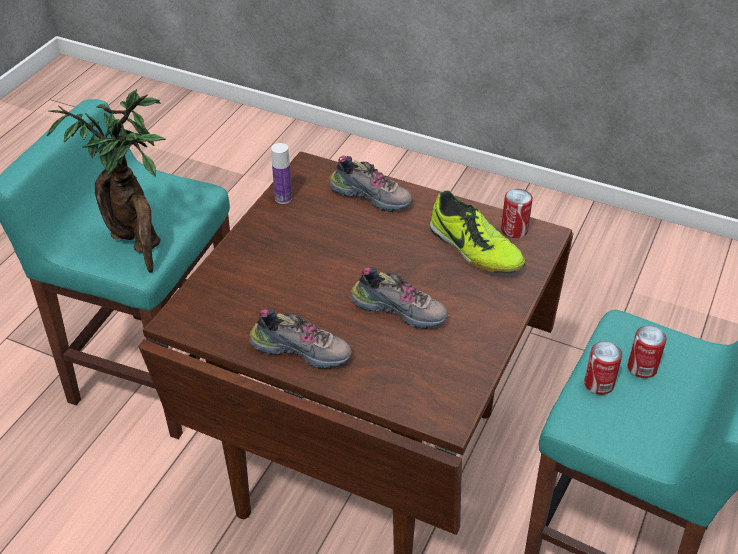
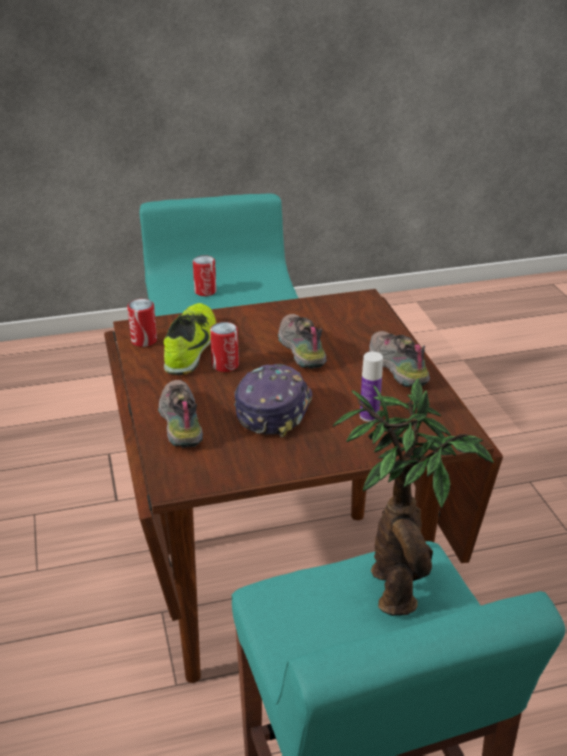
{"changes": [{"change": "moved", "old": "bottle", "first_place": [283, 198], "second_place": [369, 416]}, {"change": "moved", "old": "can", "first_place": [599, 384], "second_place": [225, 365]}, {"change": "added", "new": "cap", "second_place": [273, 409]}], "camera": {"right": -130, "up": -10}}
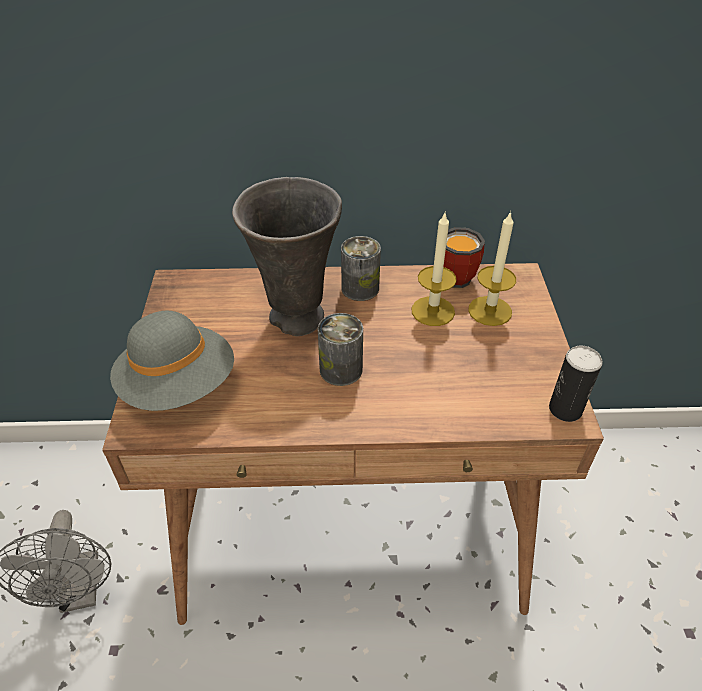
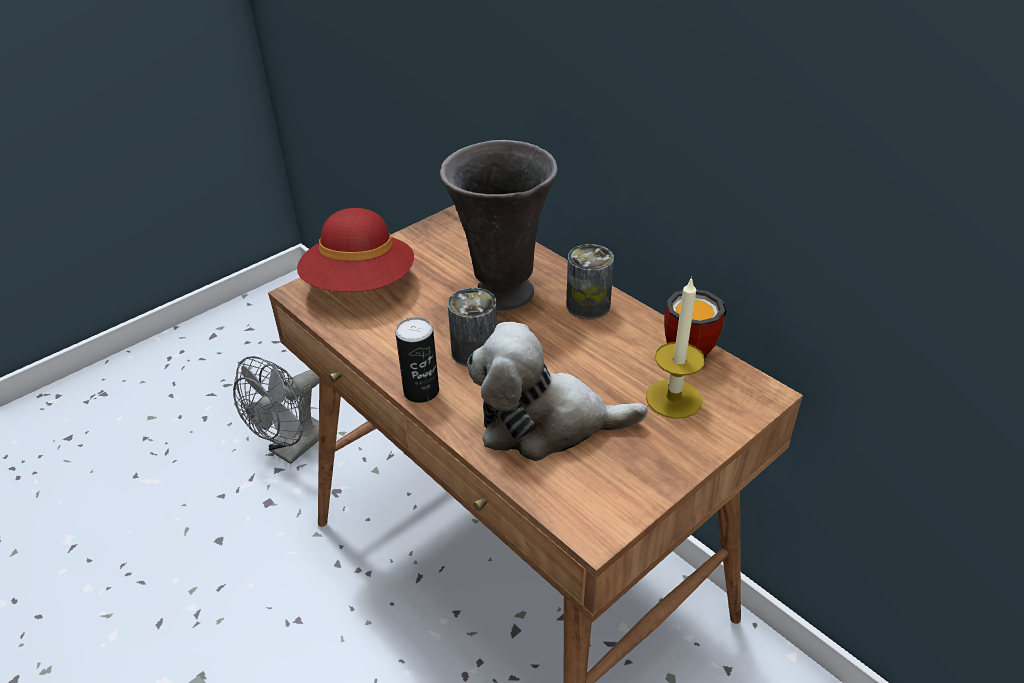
{"changes": [{"change": "recoloured", "old": "grey hat", "new": "red hat", "first_place": [179, 385], "second_place": [360, 285]}, {"change": "removed", "old": "candle", "first_place": [433, 311]}, {"change": "moved", "old": "can", "first_place": [565, 409], "second_place": [421, 391]}, {"change": "added", "new": "plush toy", "second_place": [545, 423]}], "camera": {"right": 50, "up": -5}}
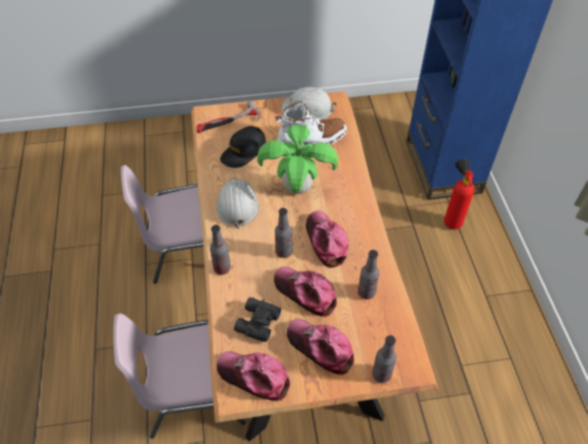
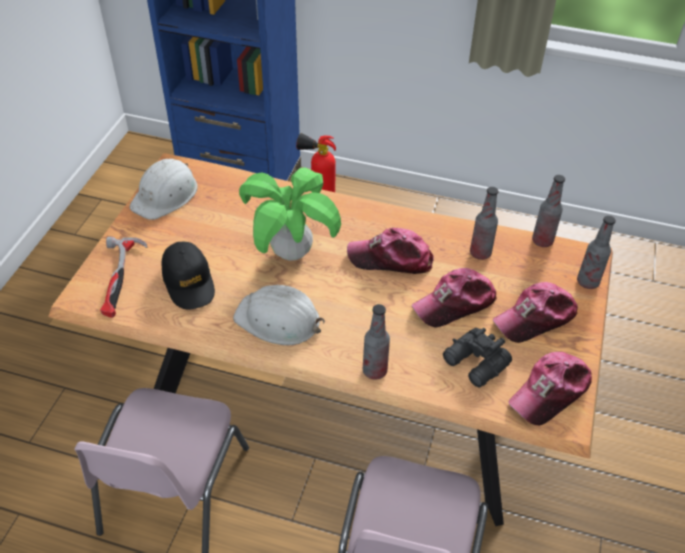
{"changes": [{"change": "removed", "old": "white boot", "first_place": [312, 139]}, {"change": "moved", "old": "bottle", "first_place": [284, 252], "second_place": [542, 241]}], "camera": {"right": -65, "up": -5}}
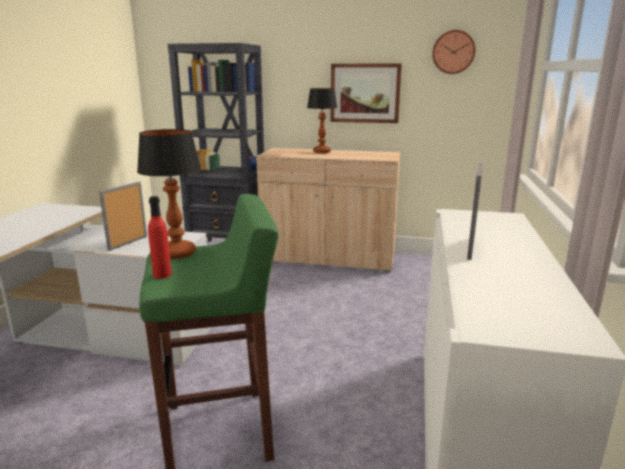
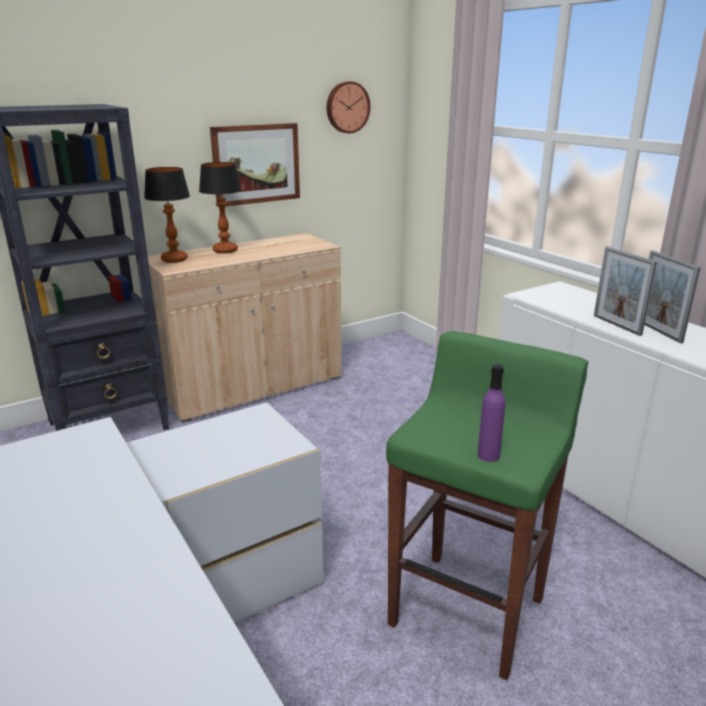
{"changes": [{"change": "moved", "old": "picture frame", "first_place": [128, 243], "second_place": [658, 331]}, {"change": "moved", "old": "table lamp", "first_place": [177, 253], "second_place": [174, 260]}, {"change": "recoloured", "old": "red bottle", "new": "purple bottle", "first_place": [162, 274], "second_place": [488, 455]}], "camera": {"right": -45, "up": 5}}
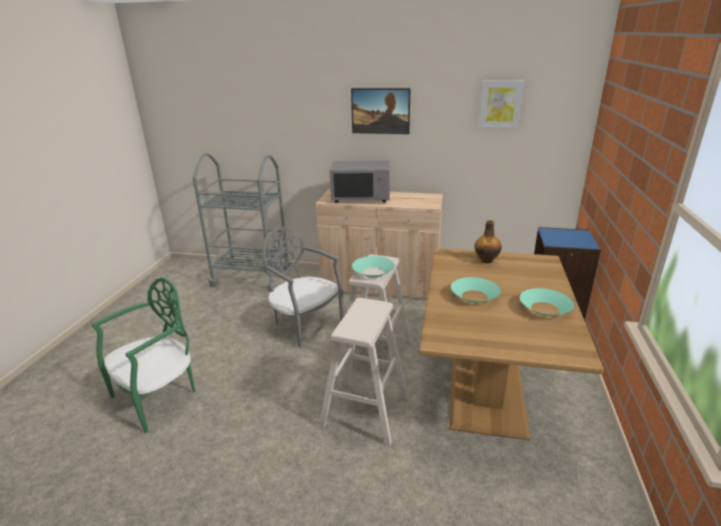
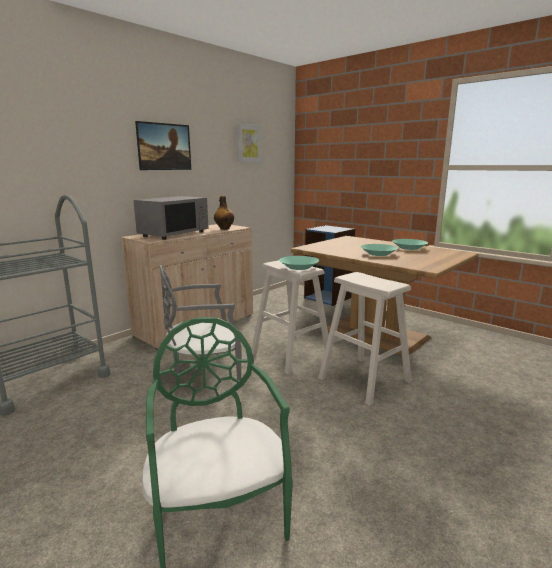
{"changes": [{"change": "moved", "old": "bottle", "first_place": [486, 260], "second_place": [224, 229]}], "camera": {"right": -60, "up": -10}}
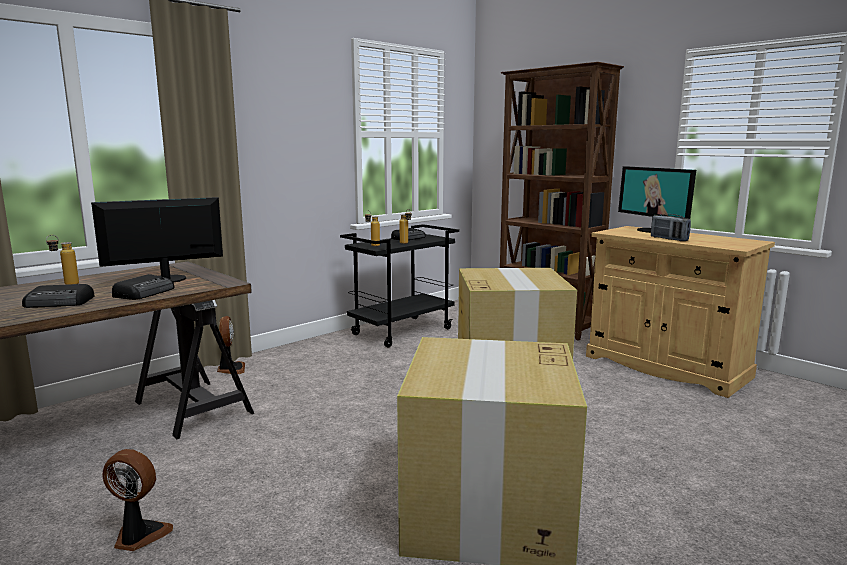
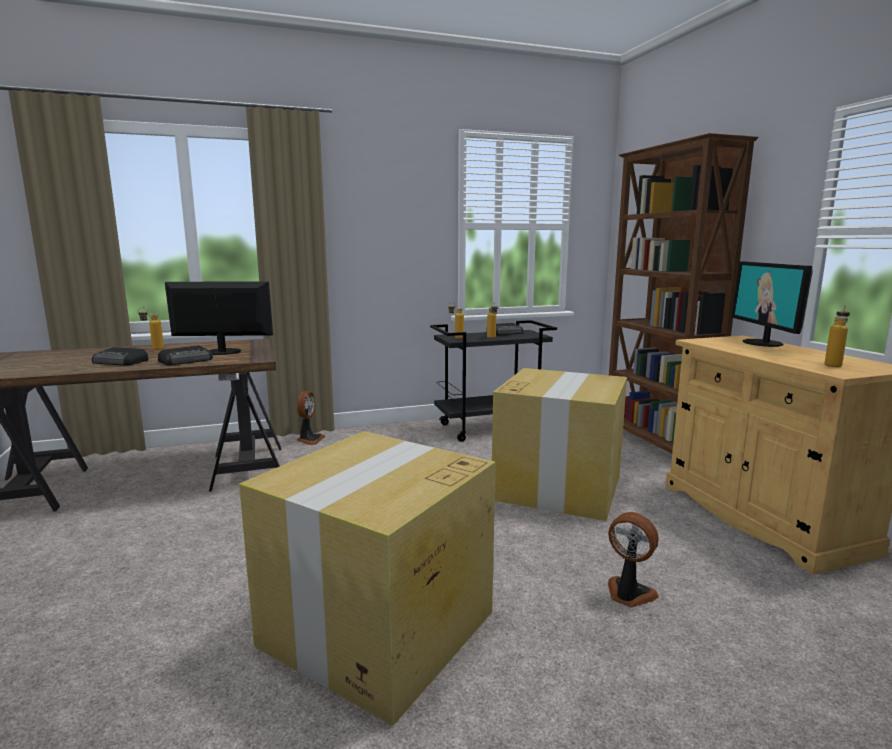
{"changes": [{"change": "moved", "old": "fan", "first_place": [139, 536], "second_place": [628, 594]}, {"change": "removed", "old": "radio", "first_place": [669, 239]}, {"change": "added", "new": "bottle", "second_place": [833, 364]}], "camera": {"right": 25, "up": 0}}
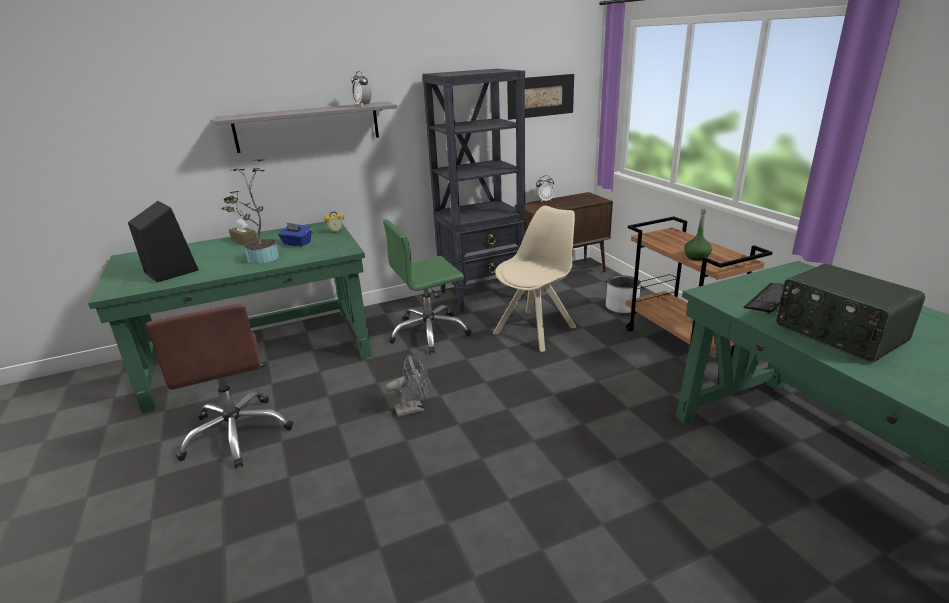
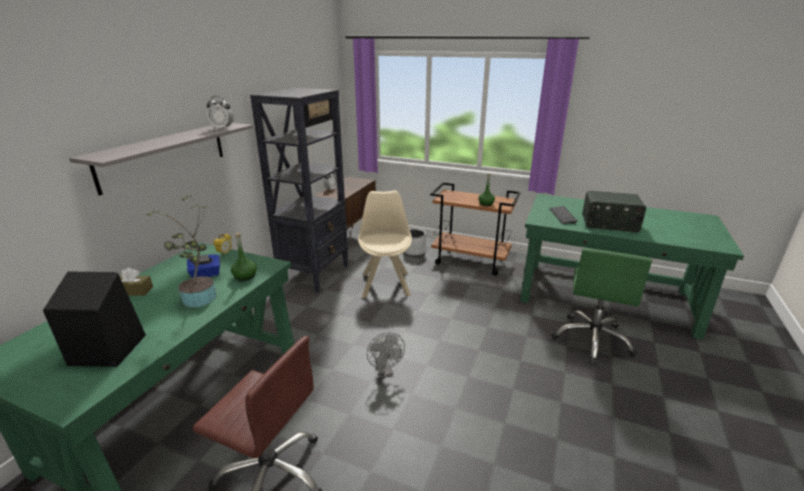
{"changes": [{"change": "moved", "old": "green office chair", "first_place": [429, 333], "second_place": [592, 340]}, {"change": "turned", "old": "grey fan", "first_place": [414, 408], "second_place": [385, 371], "degrees": 135}, {"change": "added", "new": "green bottle", "second_place": [245, 276]}], "camera": {"right": -45, "up": 0}}
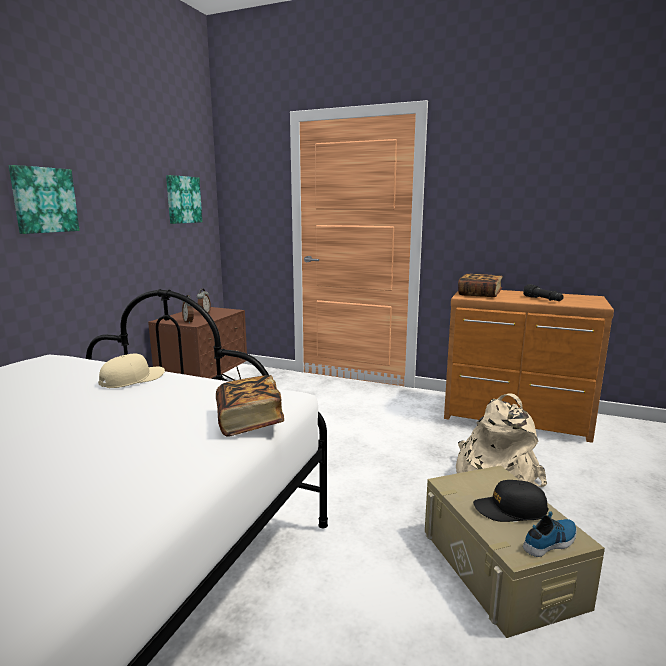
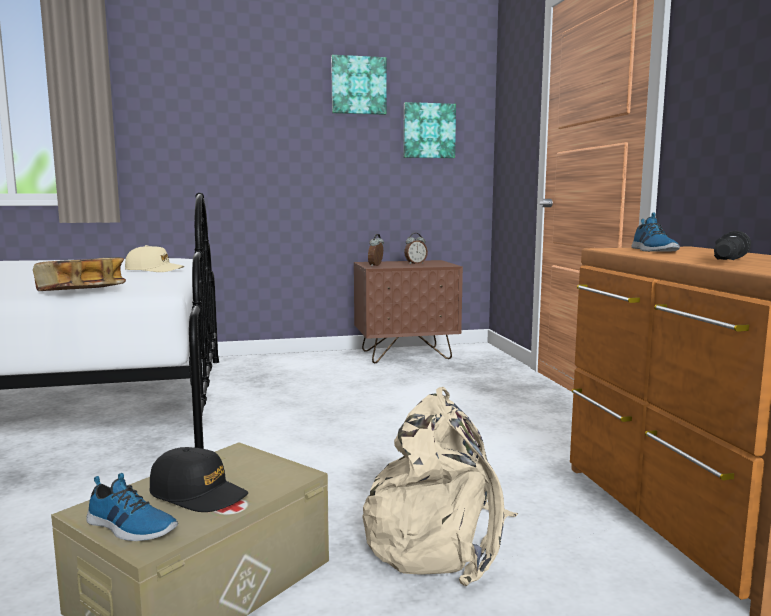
{"changes": [{"change": "moved", "old": "picture", "first_place": [44, 200], "second_place": [358, 85]}, {"change": "replaced", "old": "book", "new": "shoe", "first_place": [479, 294], "second_place": [652, 250]}, {"change": "turned", "old": "black cap", "first_place": [510, 510], "second_place": [198, 494], "degrees": 150}], "camera": {"right": 55, "up": -5}}
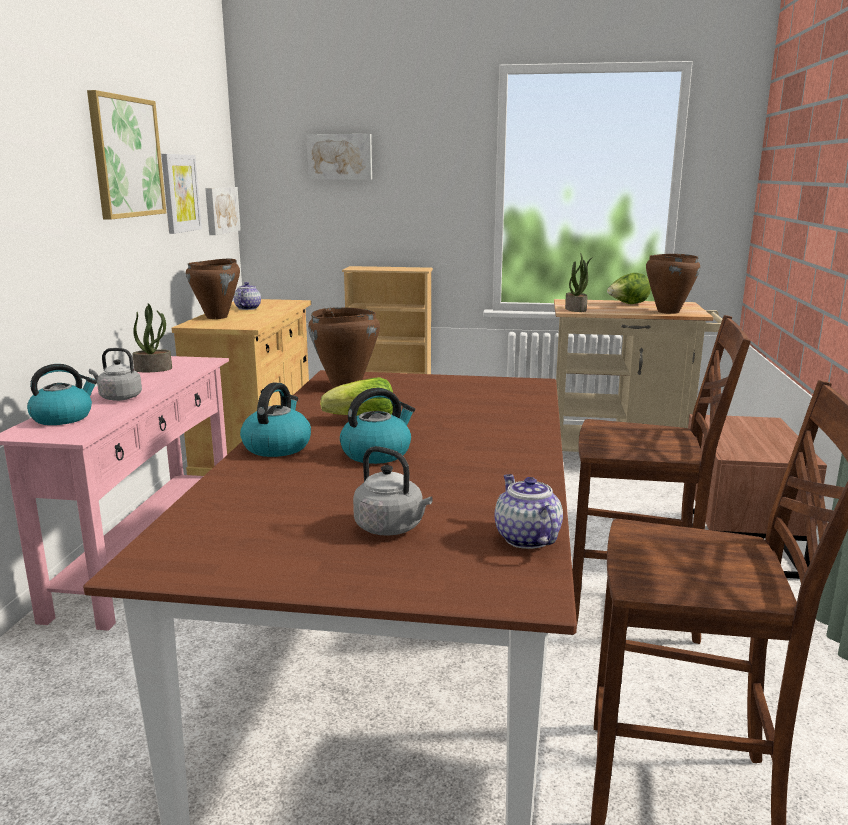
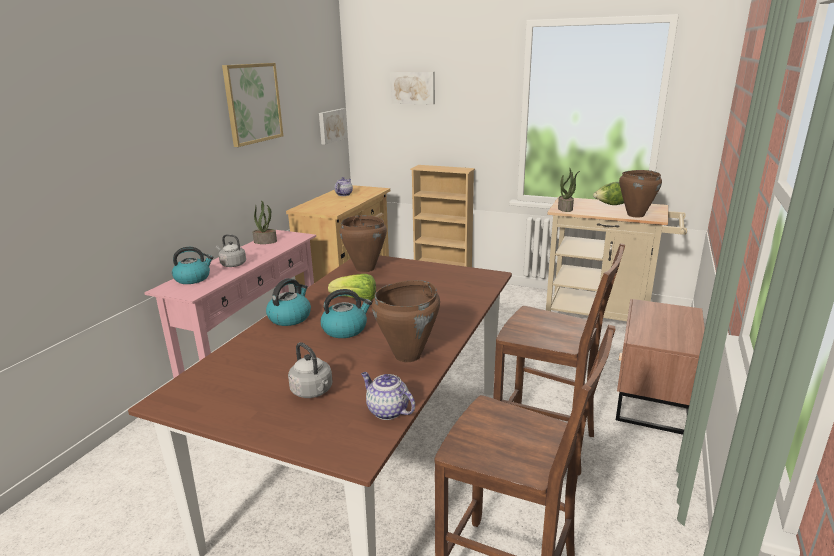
{"changes": [{"change": "removed", "old": "picture", "first_place": [180, 193]}, {"change": "moved", "old": "brown cooking pot", "first_place": [217, 317], "second_place": [408, 355]}, {"change": "turned", "old": "teapot", "first_place": [525, 538], "second_place": [387, 411], "degrees": -45}], "camera": {"right": 15, "up": 5}}
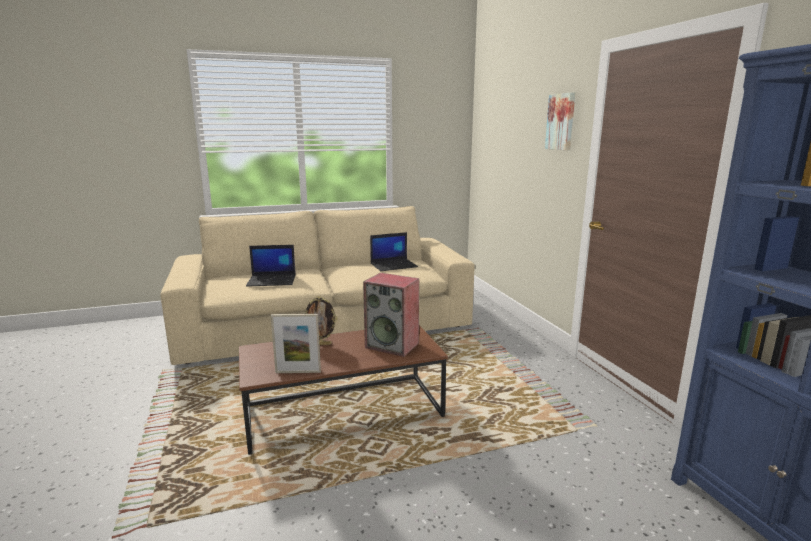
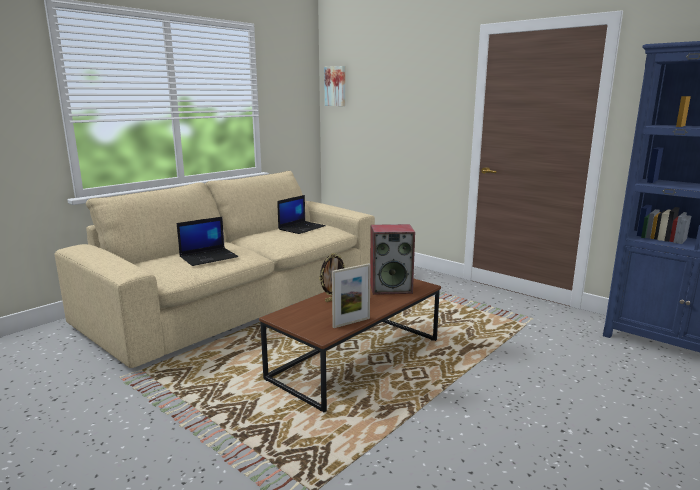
{"changes": [{"change": "moved", "old": "picture", "first_place": [561, 122], "second_place": [336, 86]}], "camera": {"right": -30, "up": 0}}
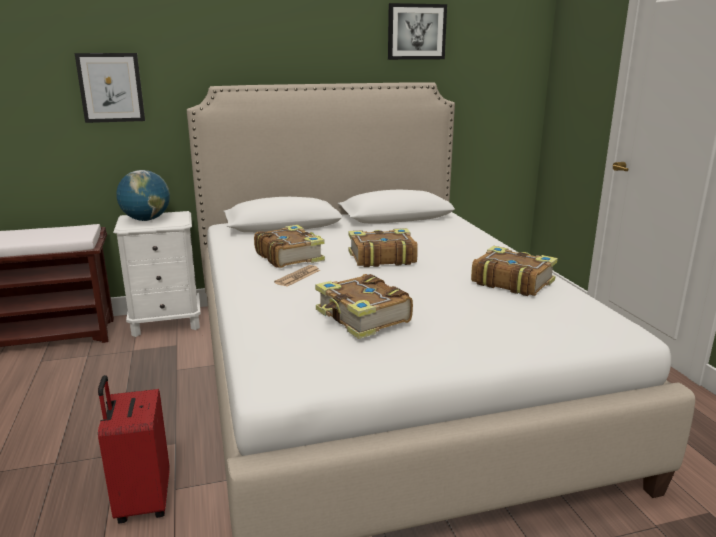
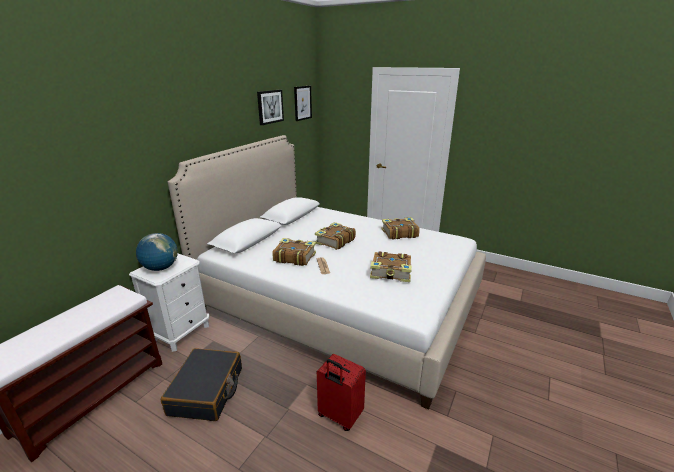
{"changes": [{"change": "moved", "old": "picture", "first_place": [111, 87], "second_place": [302, 103]}, {"change": "added", "new": "black suitcase", "second_place": [207, 391]}], "camera": {"right": -45, "up": 5}}
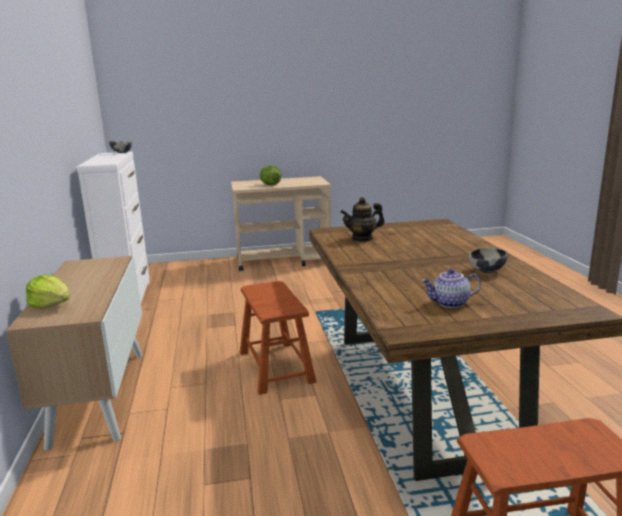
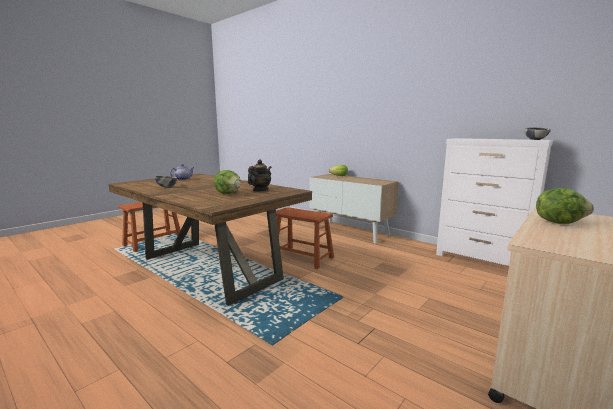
{"changes": [{"change": "added", "new": "lettuce", "second_place": [228, 193]}], "camera": {"right": 140, "up": -5}}
